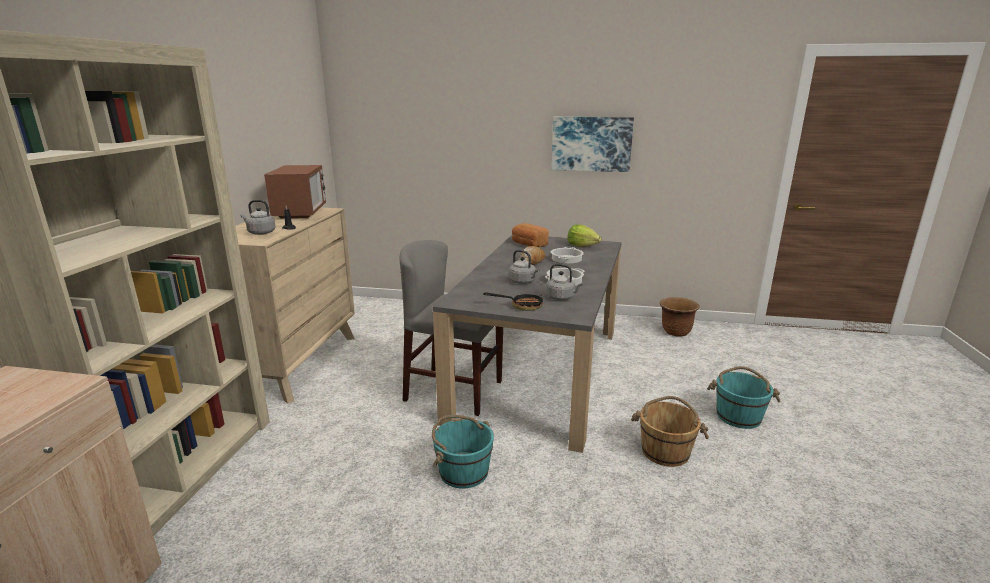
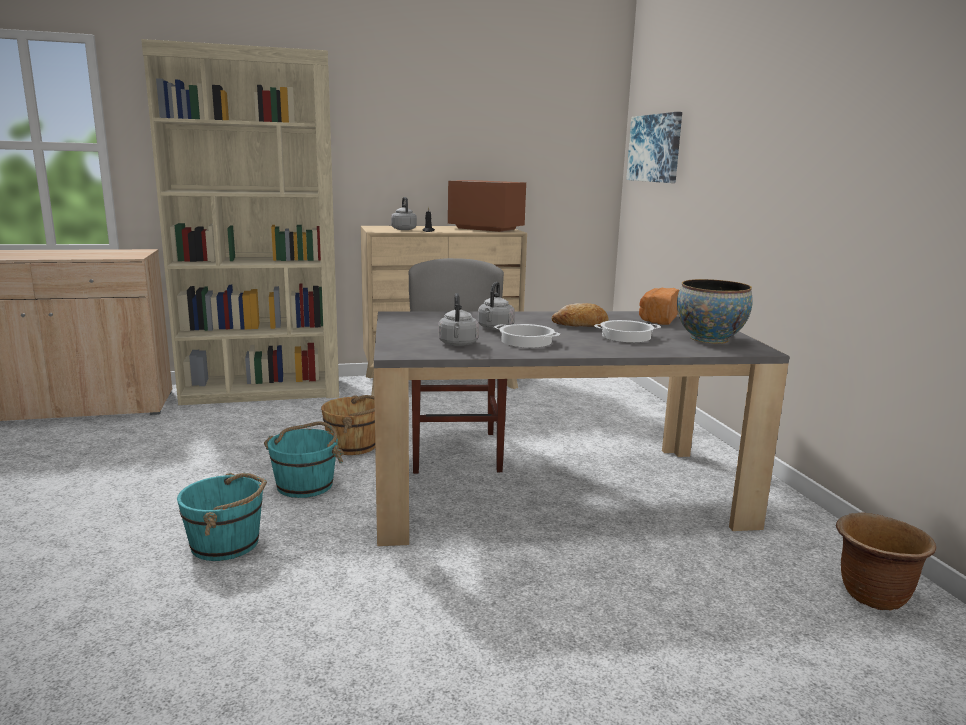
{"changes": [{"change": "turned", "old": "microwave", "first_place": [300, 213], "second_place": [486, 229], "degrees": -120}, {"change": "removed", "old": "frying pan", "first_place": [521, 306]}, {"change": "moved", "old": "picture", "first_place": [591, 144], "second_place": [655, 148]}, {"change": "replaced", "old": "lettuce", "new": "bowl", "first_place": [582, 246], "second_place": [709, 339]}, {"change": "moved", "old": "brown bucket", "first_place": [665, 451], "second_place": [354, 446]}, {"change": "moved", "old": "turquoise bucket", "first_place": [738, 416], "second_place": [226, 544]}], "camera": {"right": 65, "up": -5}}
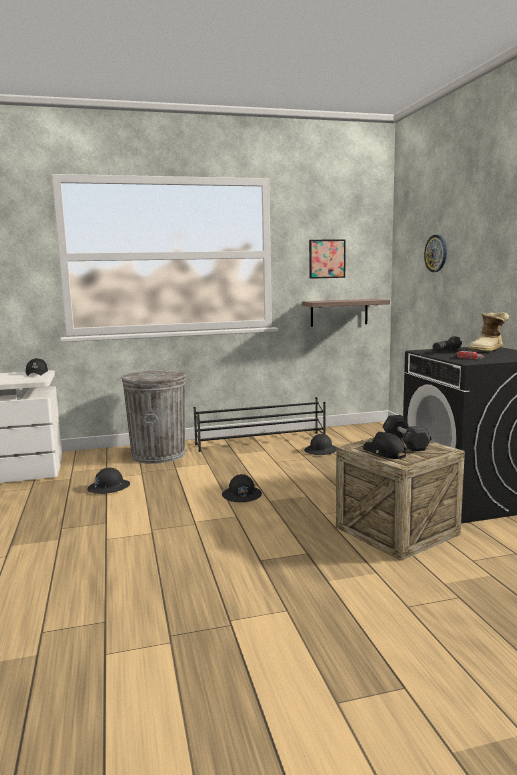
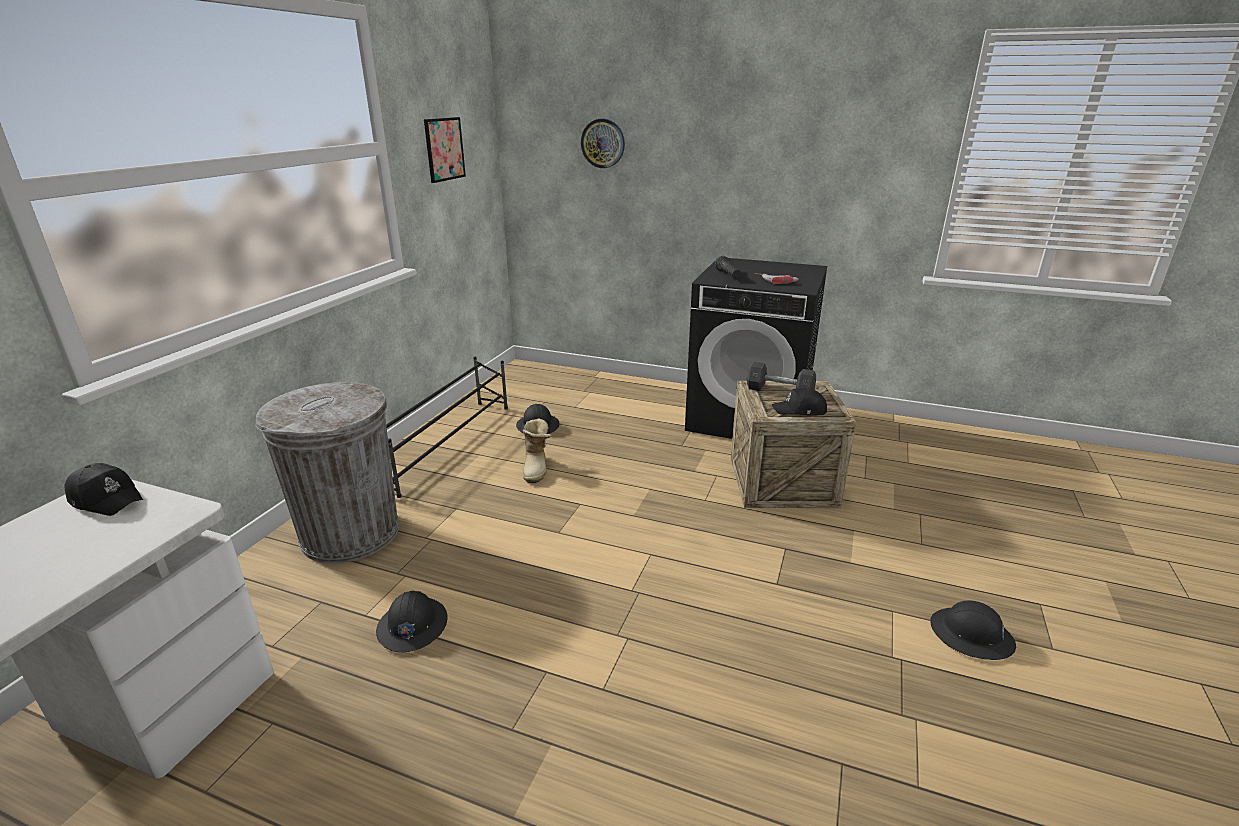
{"changes": [{"change": "moved", "old": "black hard hat", "first_place": [241, 495], "second_place": [971, 635]}, {"change": "removed", "old": "shelf", "first_place": [339, 312]}, {"change": "moved", "old": "boot", "first_place": [487, 350], "second_place": [537, 468]}], "camera": {"right": -55, "up": 15}}
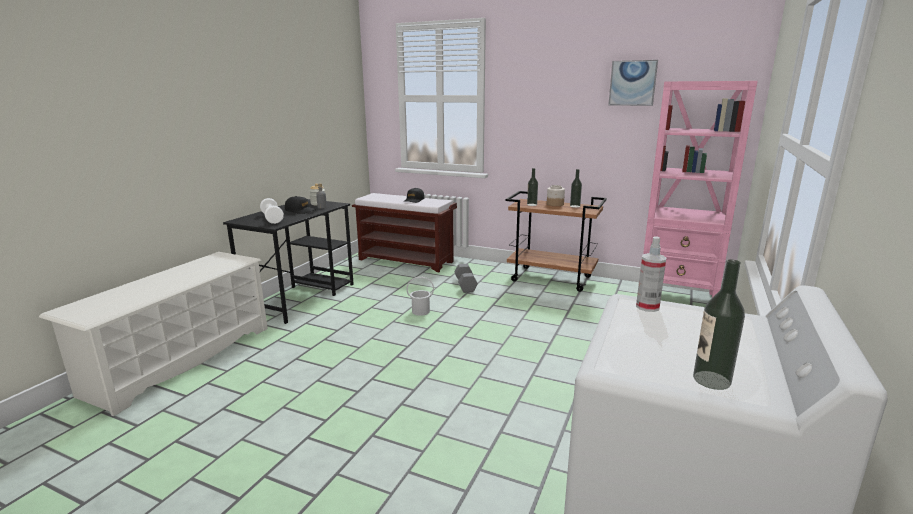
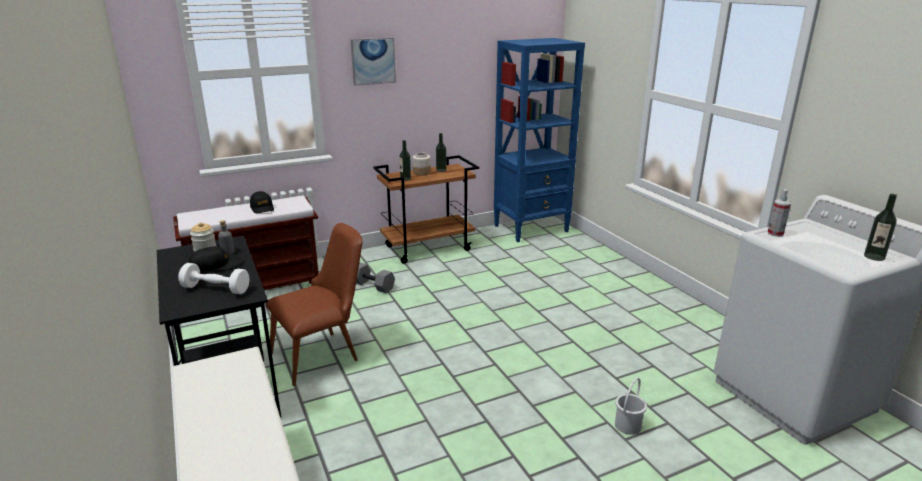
{"changes": [{"change": "moved", "old": "white bucket", "first_place": [420, 311], "second_place": [627, 425]}, {"change": "moved", "old": "picture", "first_place": [632, 83], "second_place": [373, 61]}, {"change": "recoloured", "old": "pink bookcase", "new": "blue bookcase", "first_place": [677, 298], "second_place": [531, 228]}, {"change": "added", "new": "brown chair", "second_place": [323, 355]}], "camera": {"right": -50, "up": 5}}
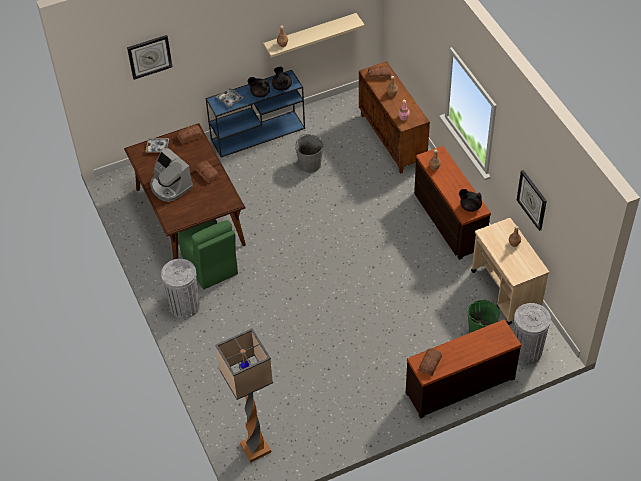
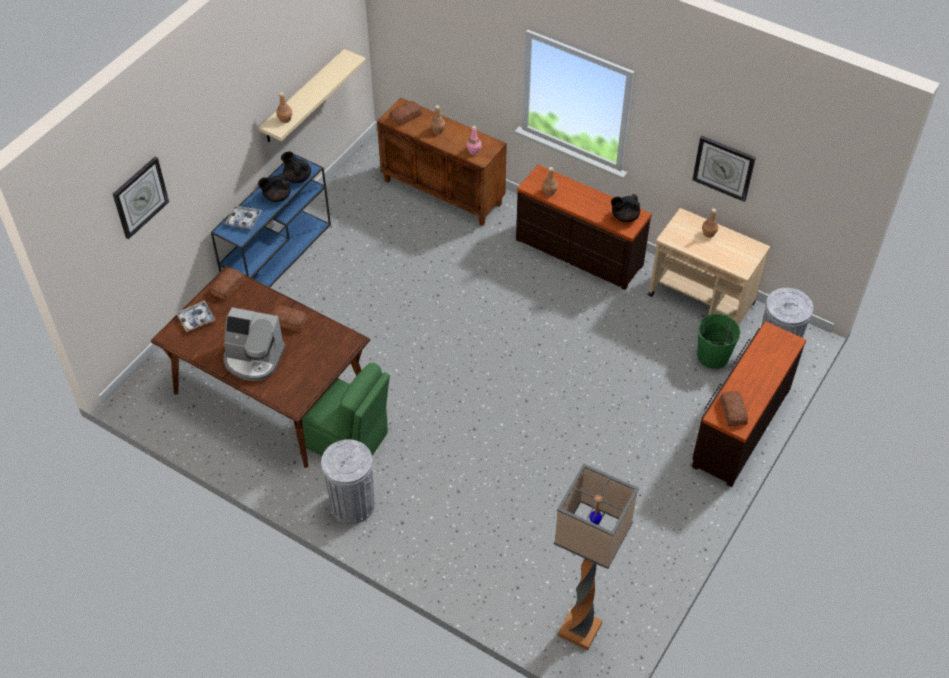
{"changes": [{"change": "removed", "old": "grey bucket", "first_place": [310, 164]}], "camera": {"right": -35, "up": 0}}
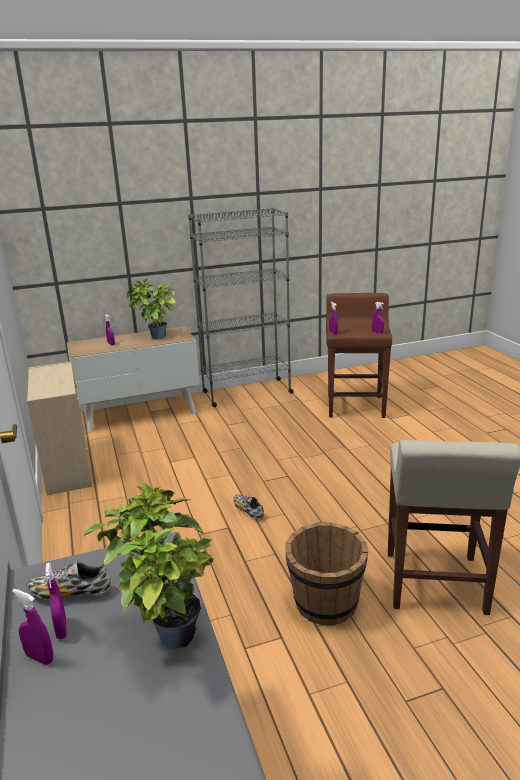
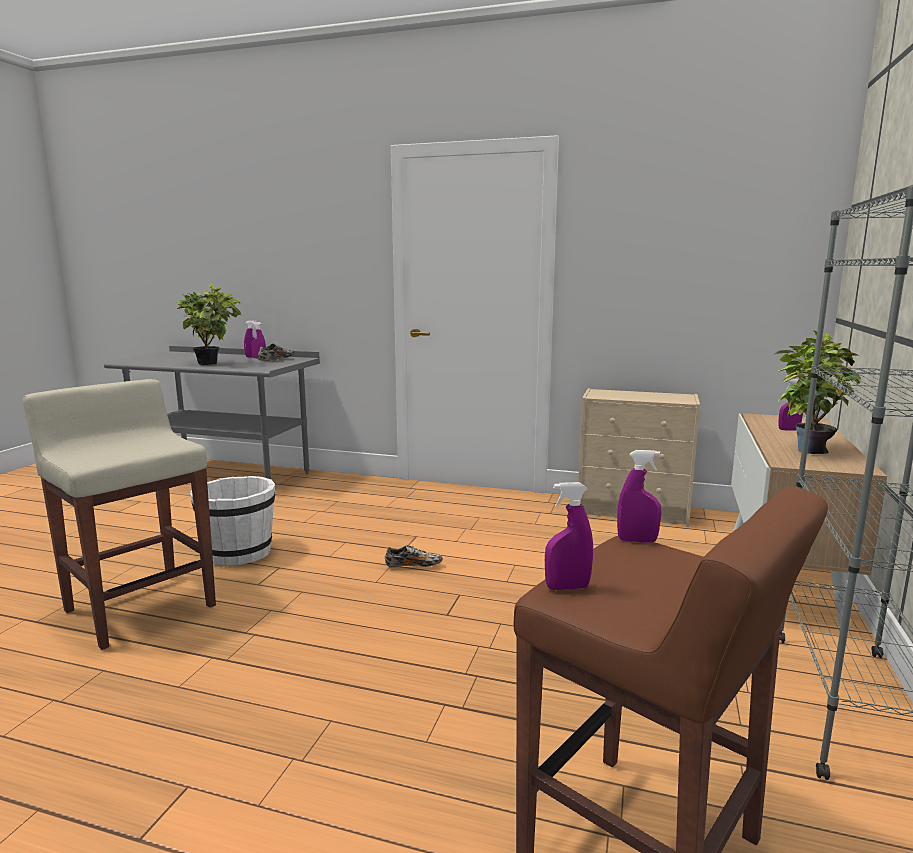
{"changes": [{"change": "recoloured", "old": "brown bucket", "new": "white bucket", "first_place": [325, 603], "second_place": [238, 553]}], "camera": {"right": 125, "up": -10}}
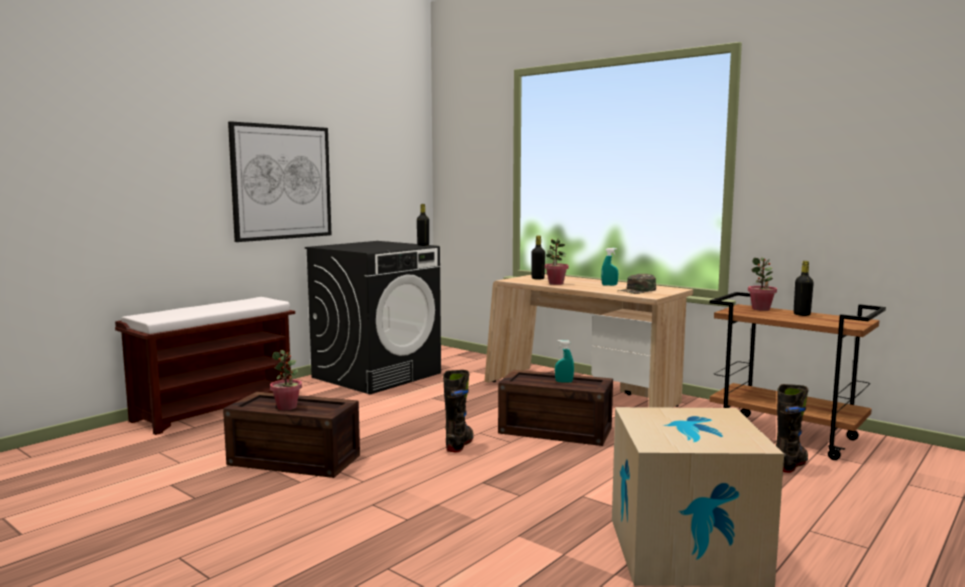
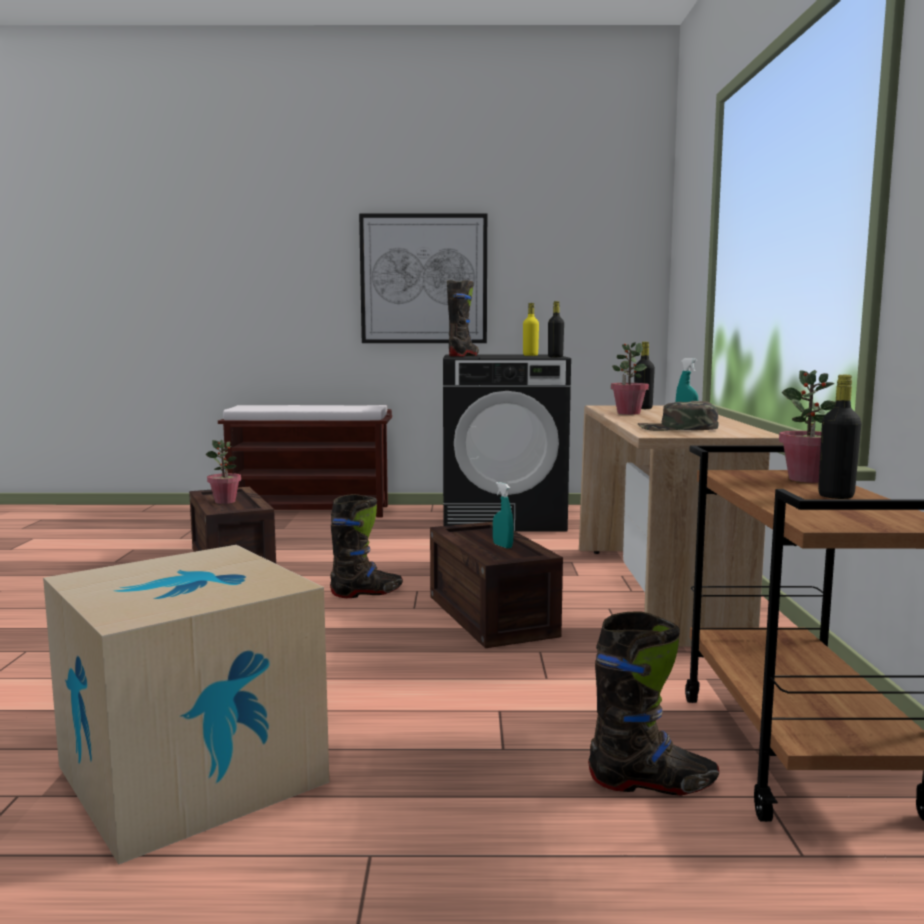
{"changes": [{"change": "added", "new": "black boot", "second_place": [464, 356]}, {"change": "added", "new": "yellow bottle", "second_place": [530, 355]}], "camera": {"right": 50, "up": 0}}
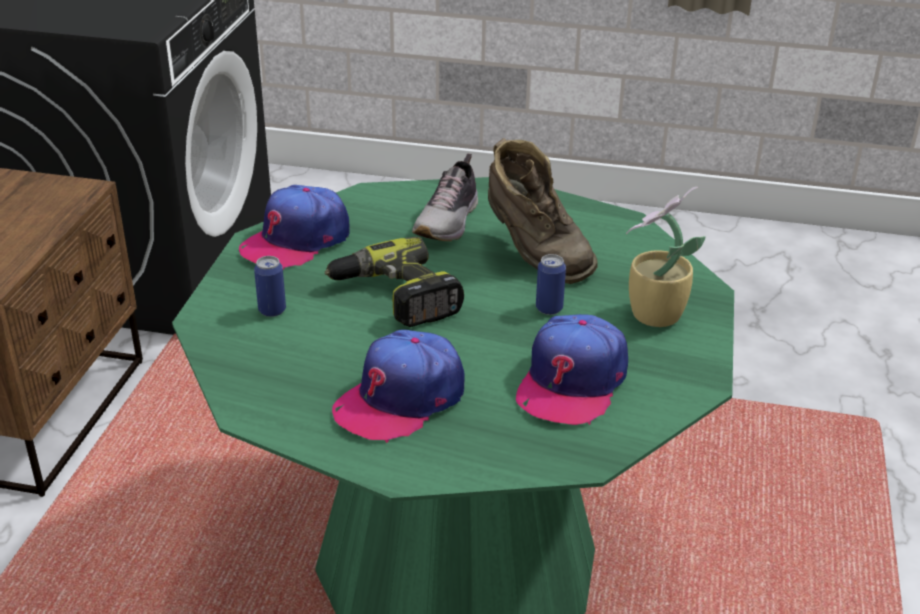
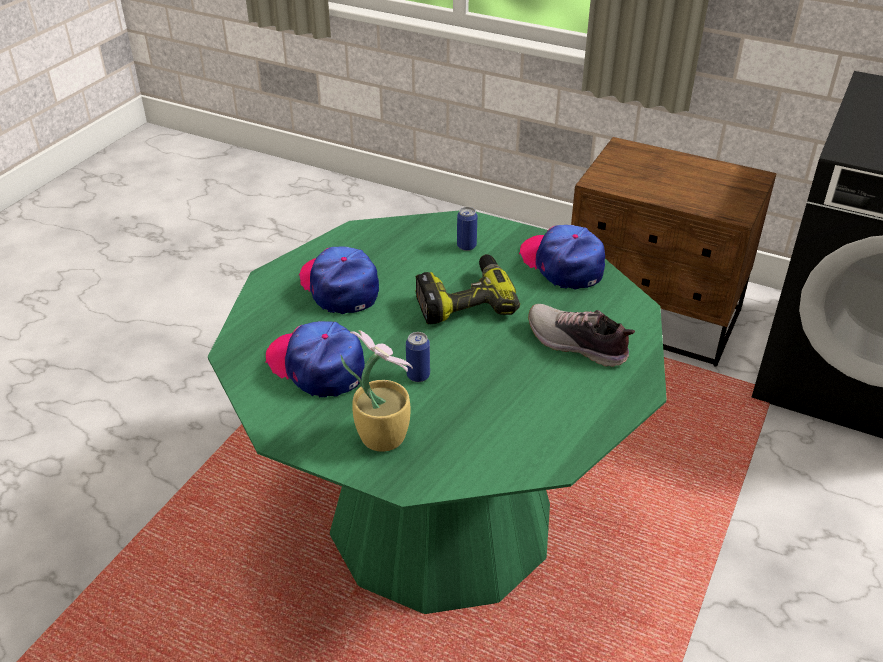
{"changes": [{"change": "removed", "old": "brown boot", "first_place": [534, 255]}], "camera": {"right": 105, "up": 5}}
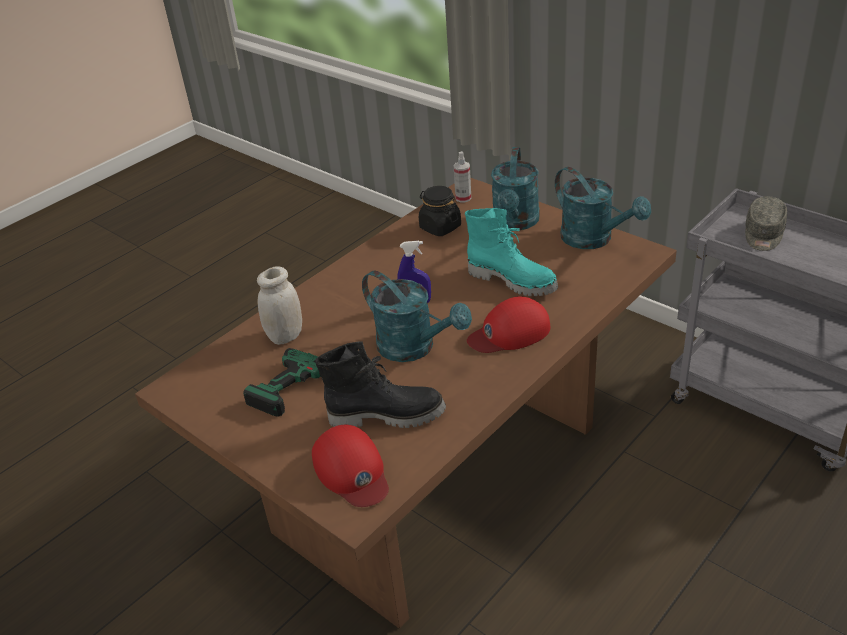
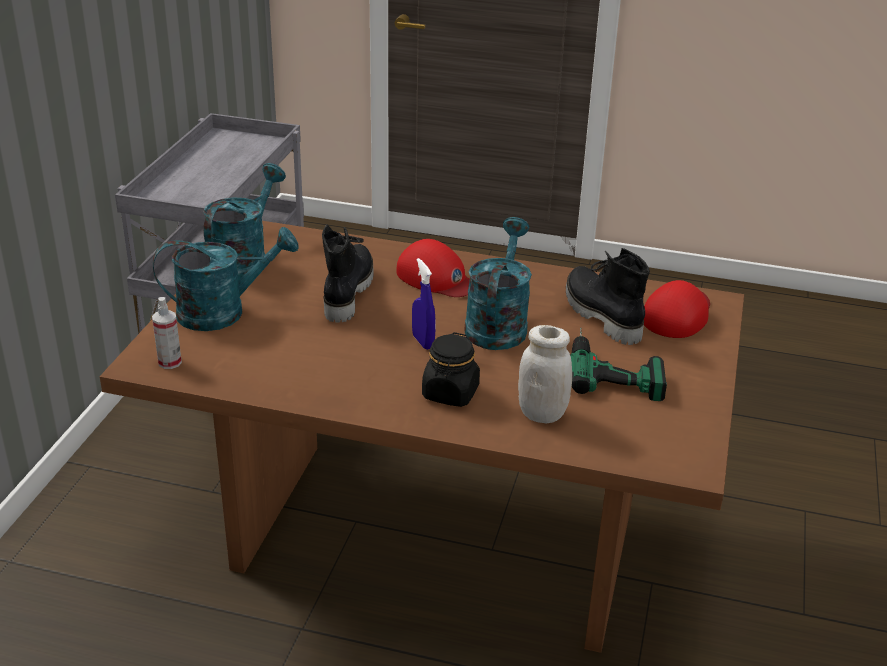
{"changes": [{"change": "moved", "old": "black jar", "first_place": [440, 227], "second_place": [450, 393]}, {"change": "recoloured", "old": "turquoise boot", "new": "black boot", "first_place": [513, 280], "second_place": [346, 292]}, {"change": "removed", "old": "grey cap", "first_place": [763, 234]}], "camera": {"right": -120, "up": -5}}
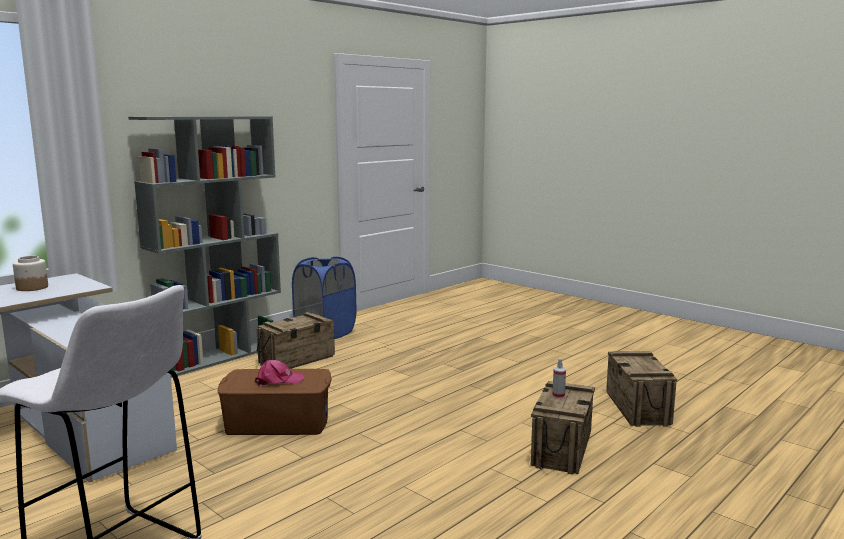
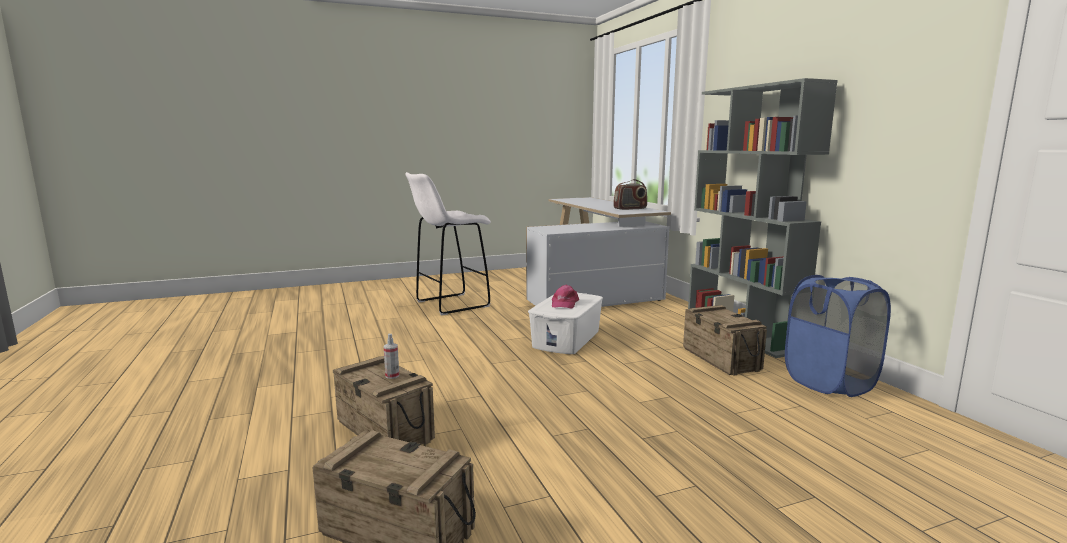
{"changes": [{"change": "replaced", "old": "jar", "new": "radio", "first_place": [31, 287], "second_place": [630, 208]}, {"change": "recoloured", "old": "brown storage box", "new": "white storage box", "first_place": [277, 422], "second_place": [567, 339]}], "camera": {"right": 115, "up": 0}}
